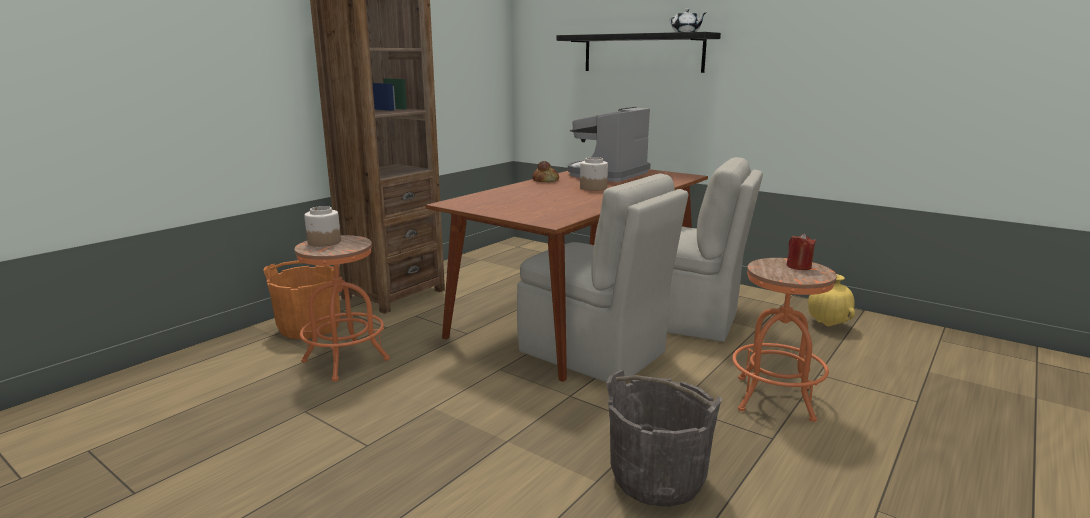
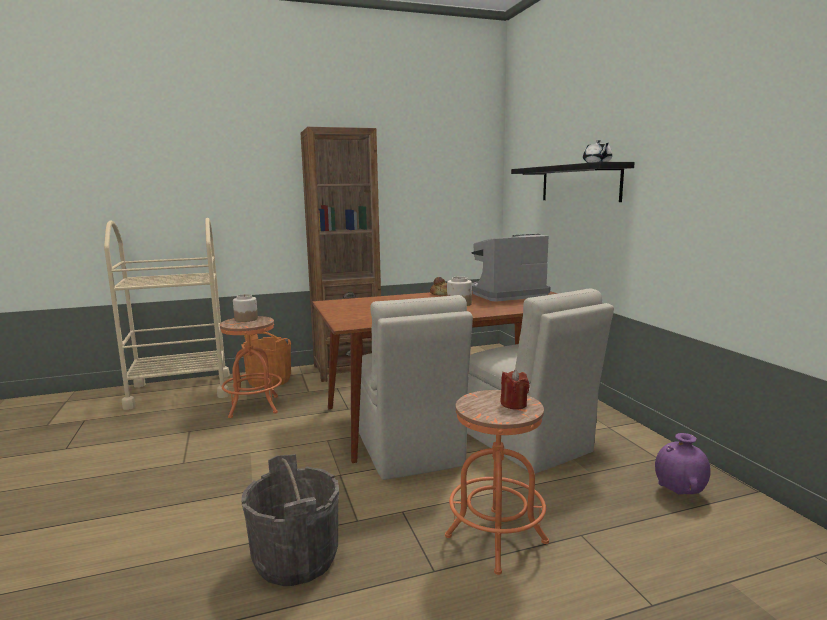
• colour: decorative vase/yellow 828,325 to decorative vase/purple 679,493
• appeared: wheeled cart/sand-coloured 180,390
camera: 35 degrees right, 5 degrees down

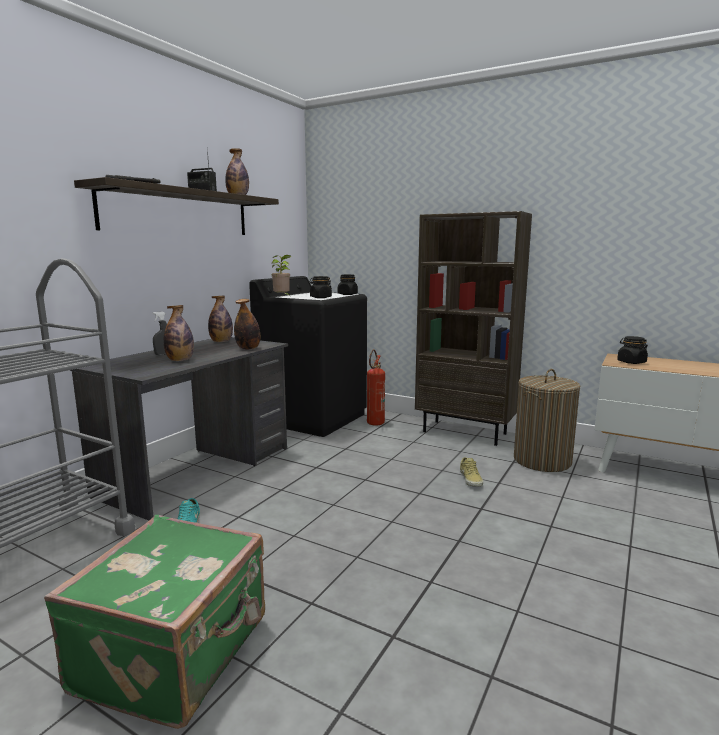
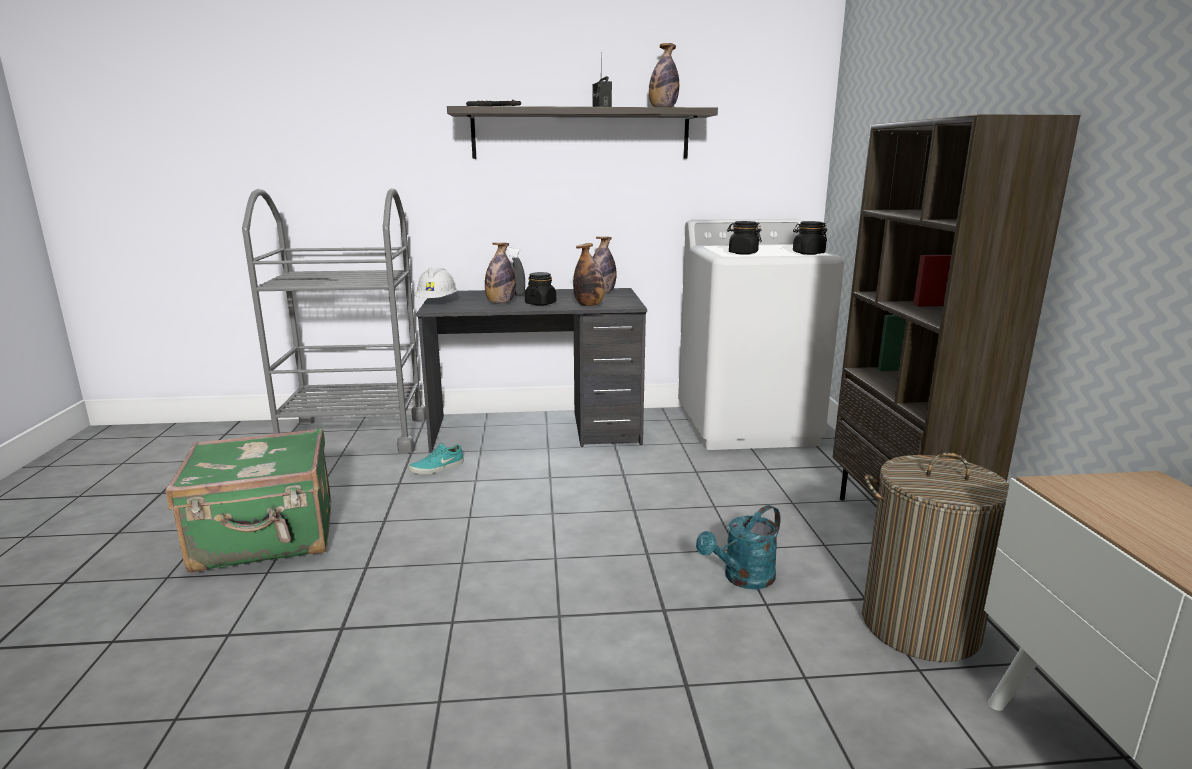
• colour: laundry appliance/black 313,418 to laundry appliance/white 747,425
• missing: potted plant 282,298
• missing: fire extinguisher 374,424
• exchanged: shoe/sand-coloured 471,479 to sprinkling can/blue-green 742,579
• relocated: storage jar/black 631,362 to 540,303
• appeared: safety helmet/white 437,302
camera: 55 degrees right, 5 degrees up

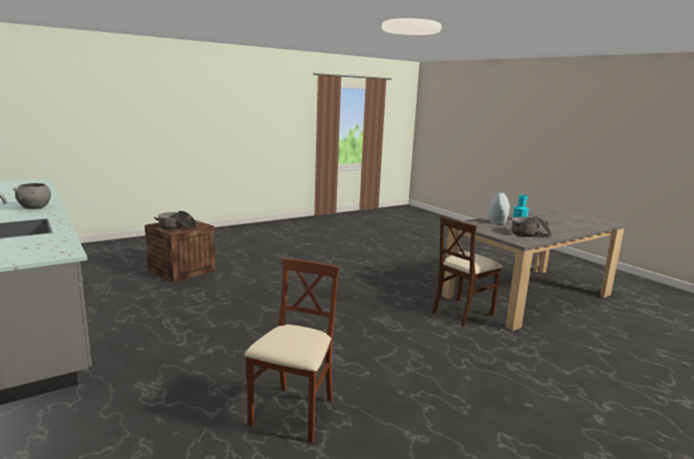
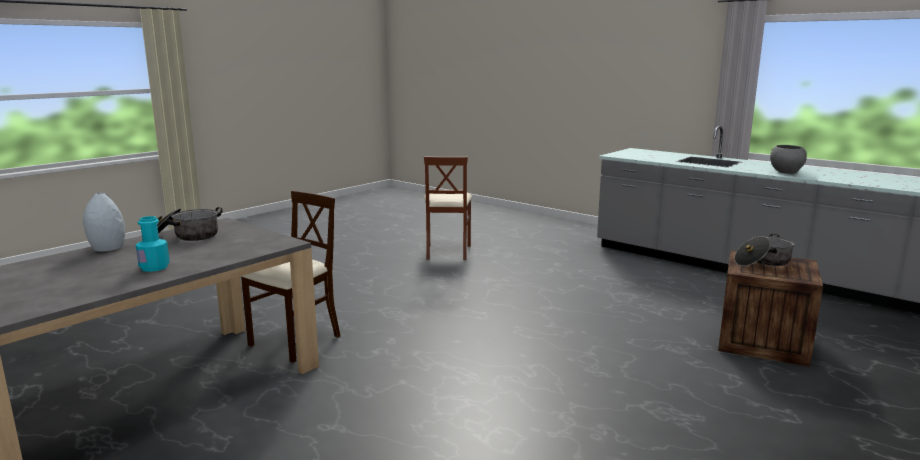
• relocated: decorative vase/gray 498,222 to 107,248
camera: 165 degrees right, 0 degrees up

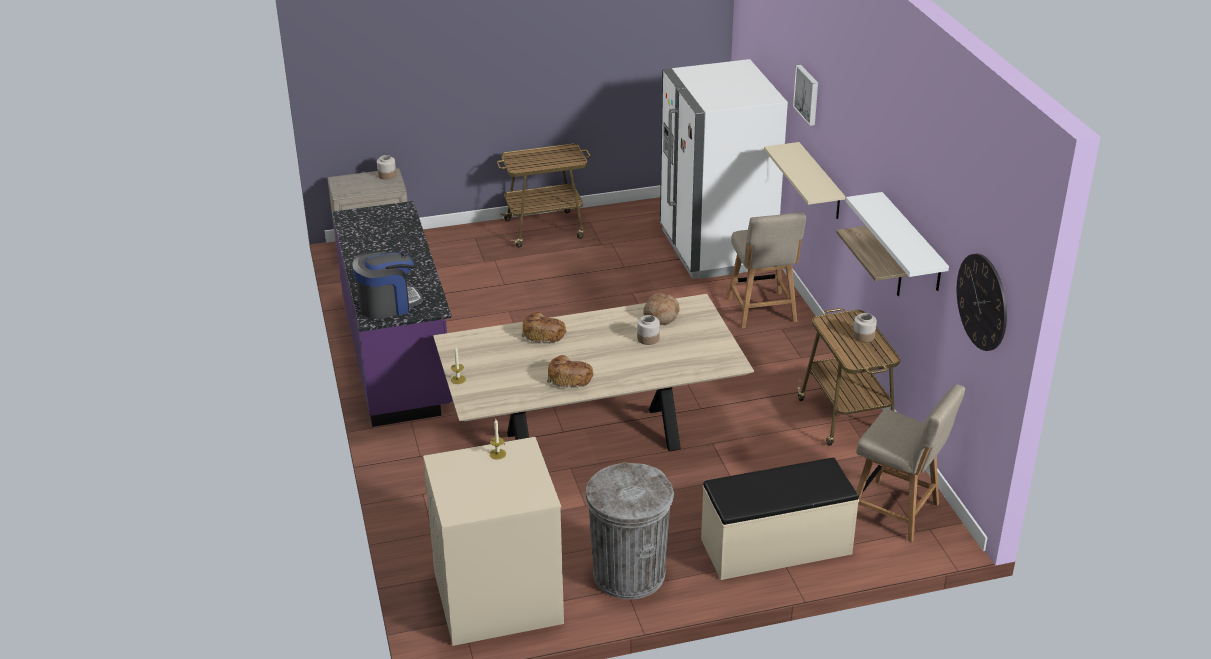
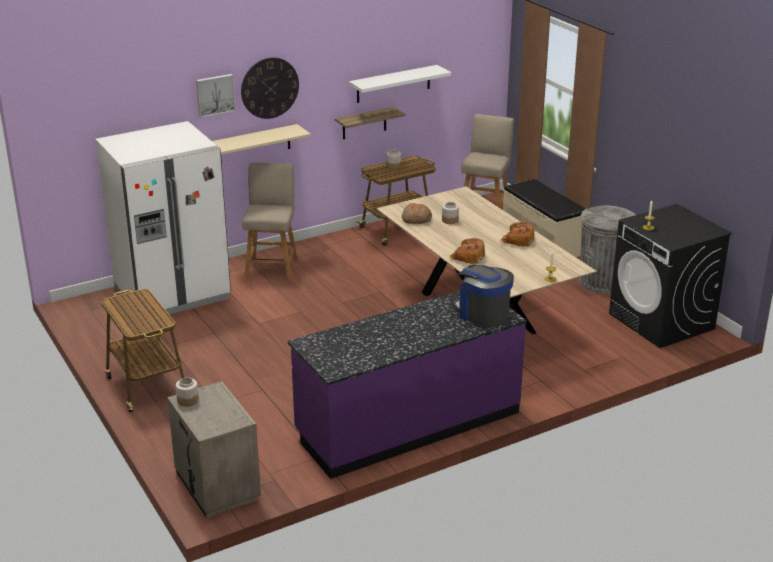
• colour: laundry appliance/sand-coloured 497,598 to laundry appliance/black 661,321
• spun: upright chair/sand-coloured 762,312 = 272,267 60 degrees counterclockwise
• relocated: hanging clock 982,302 to 269,88
camera: 105 degrees left, 5 degrees down

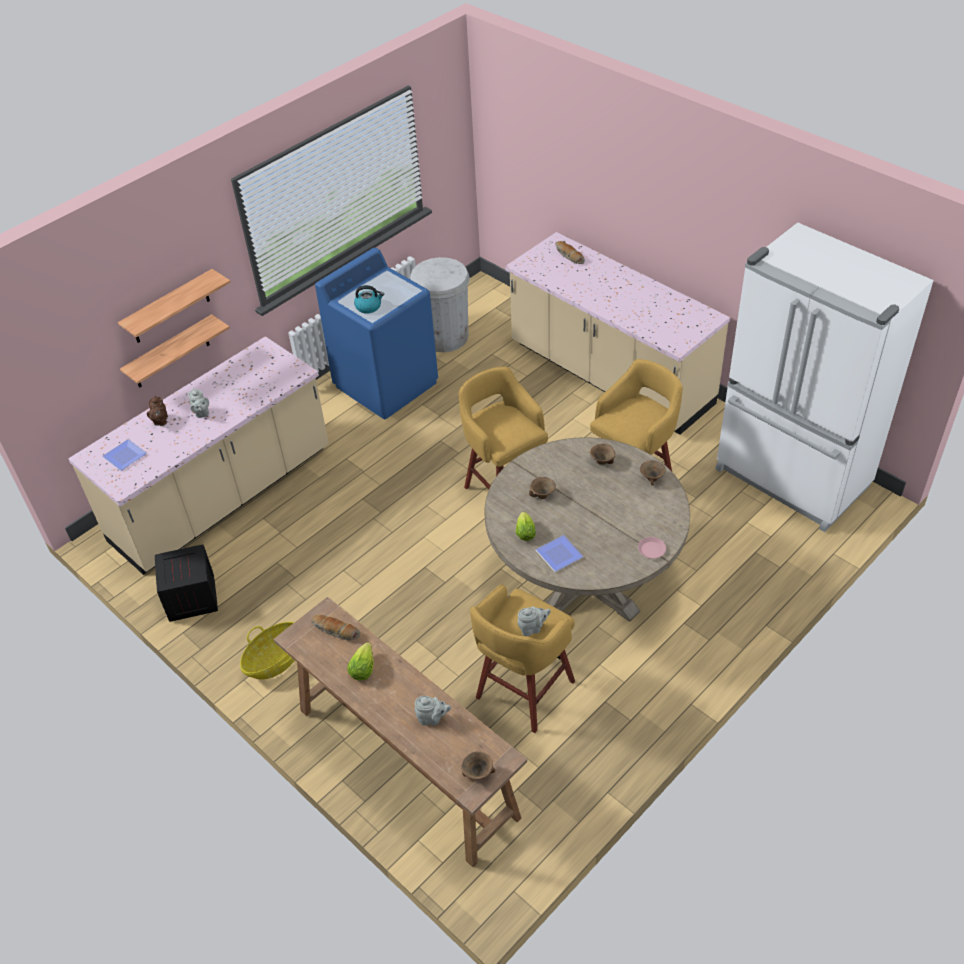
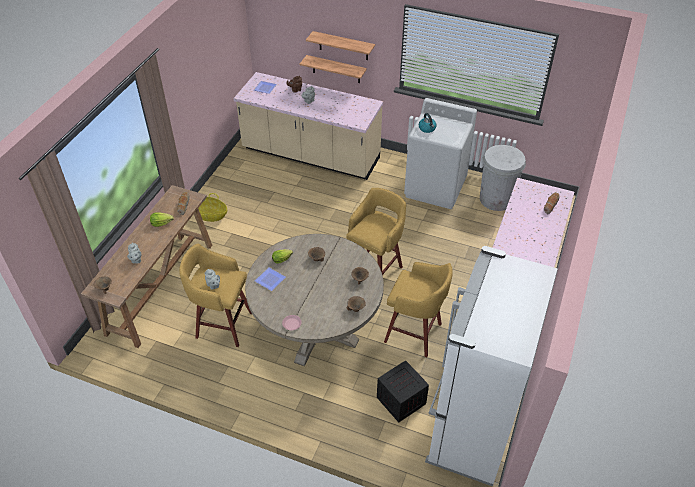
• relocated: crate 191,597 to 401,400
• colour: laundry appliance/bluish 386,384 to laundry appliance/white 435,187
camera: 65 degrees right, 0 degrees up

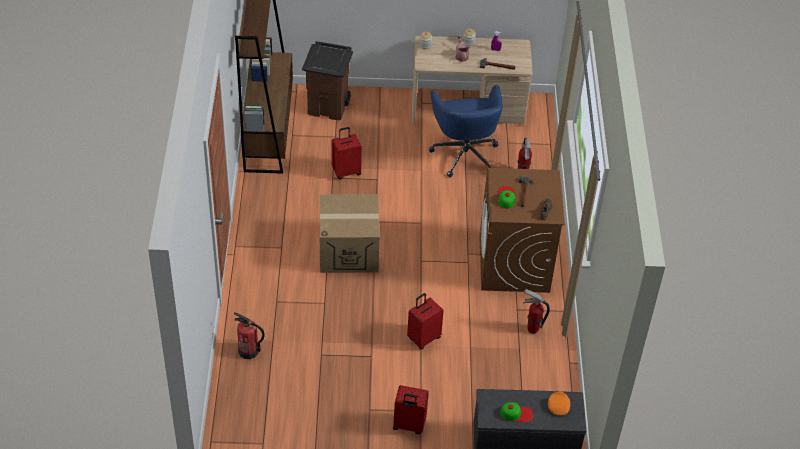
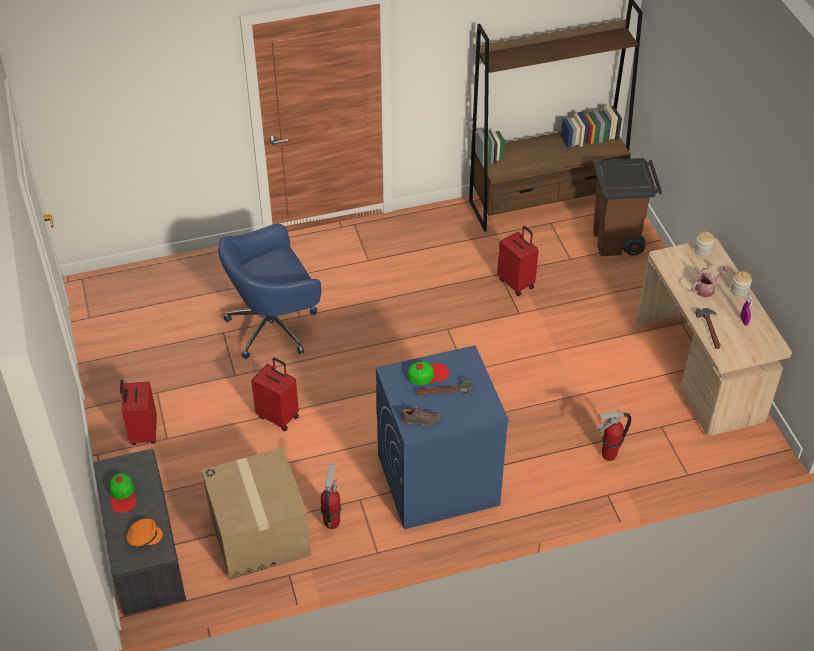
• missing: fire extinguisher 249,351
• relocated: carton 349,250 to 260,534
• relocated: office chair/bluish 464,153 to 275,326
• colour: laundry appliance/brownish 514,264 to laundry appliance/bluish 437,480
camera: 75 degrees right, 0 degrees up

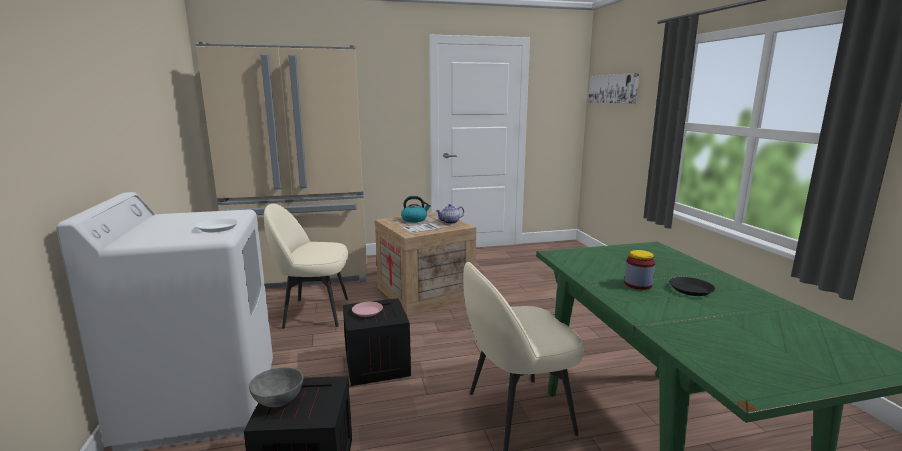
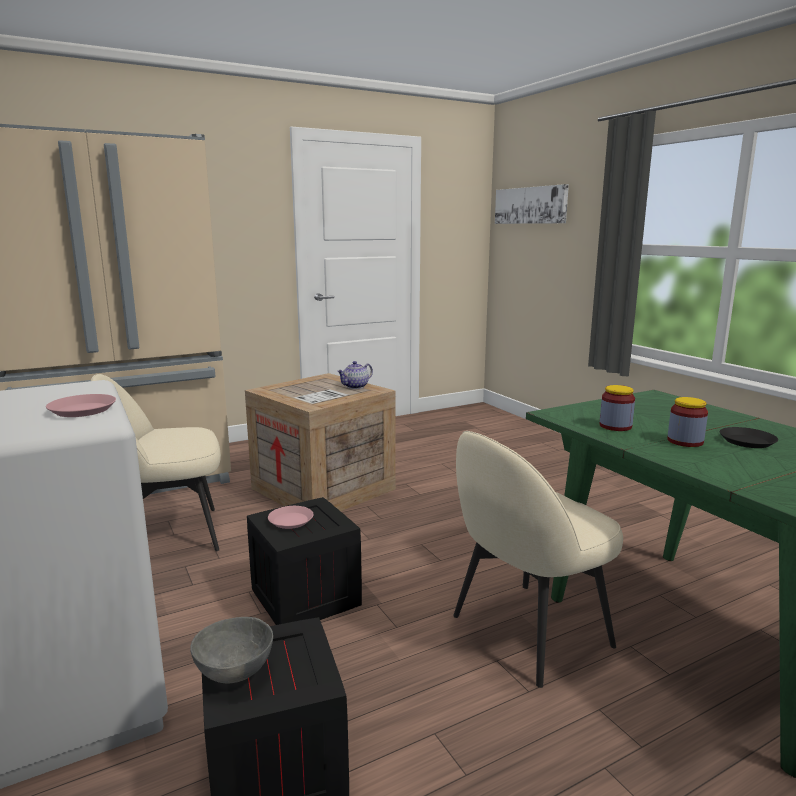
• colour: dinner plate/white 218,228 to dinner plate/pink-coloured 83,410
• missing: tea kettle 414,219
• appeared: storage jar 615,426
camera: 15 degrees left, 0 degrees up

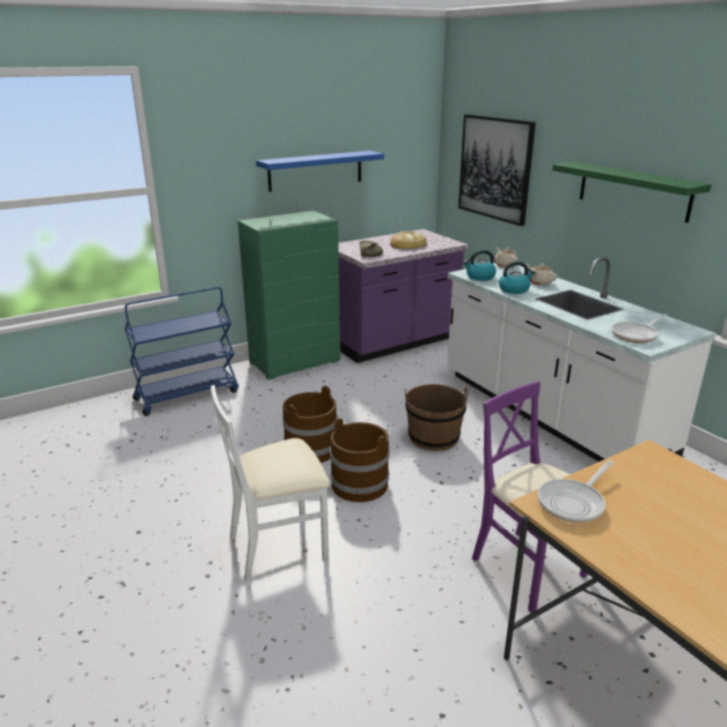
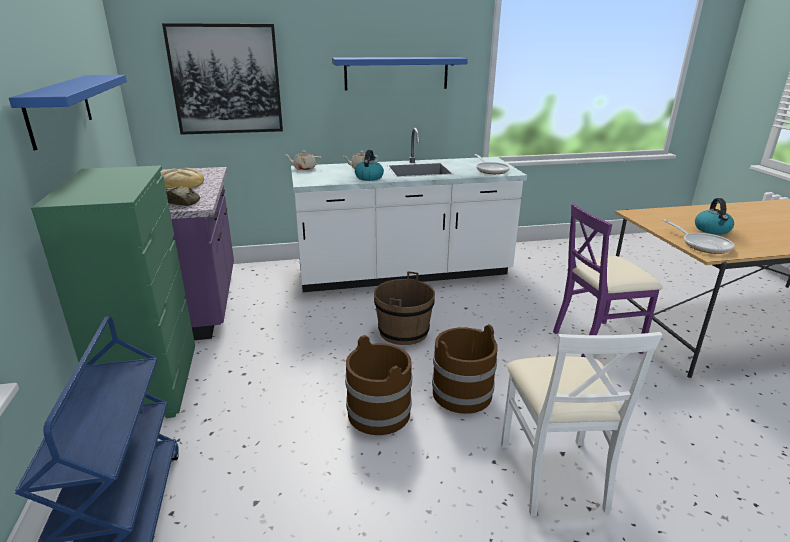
• relocated: tea kettle 480,277 to 712,230
• colour: wall shelf/greenish 633,191 to wall shelf/bluish 396,73
camera: 70 degrees left, 0 degrees up

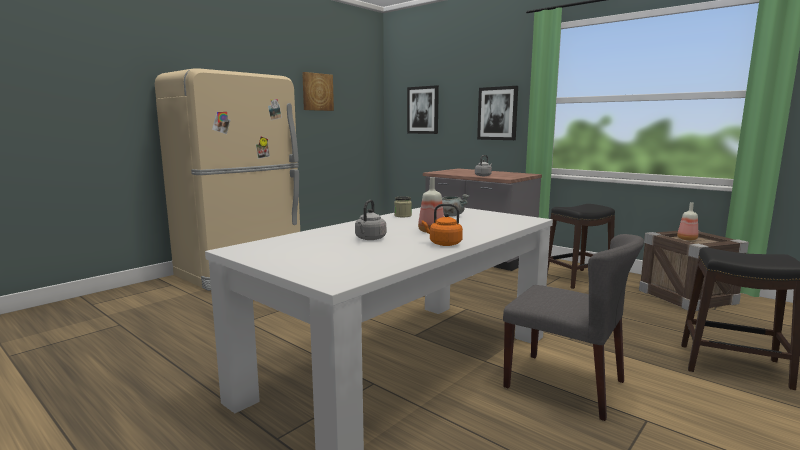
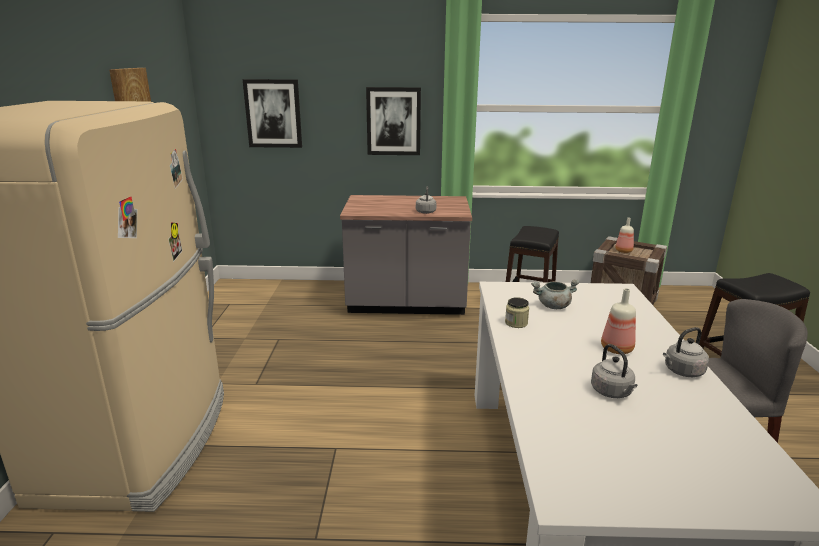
• colour: tea kettle/orange-coloured 443,244 to tea kettle/gray 682,371
camera: 40 degrees left, 10 degrees up

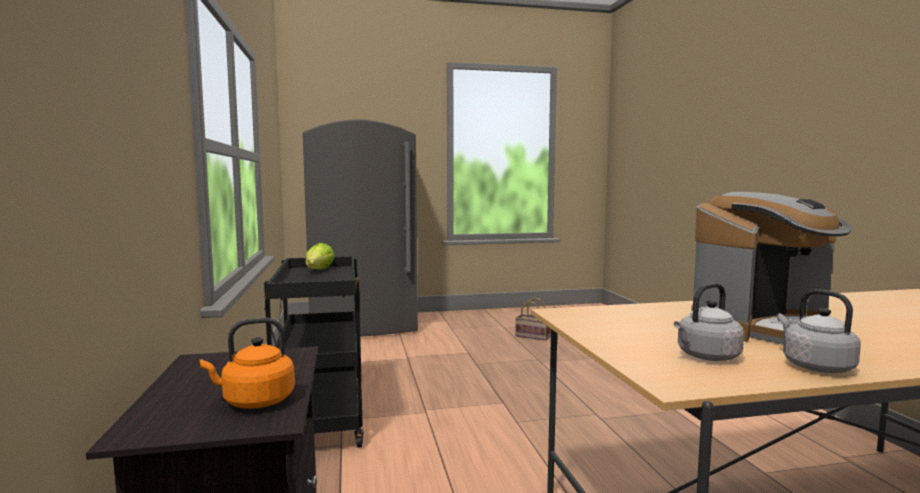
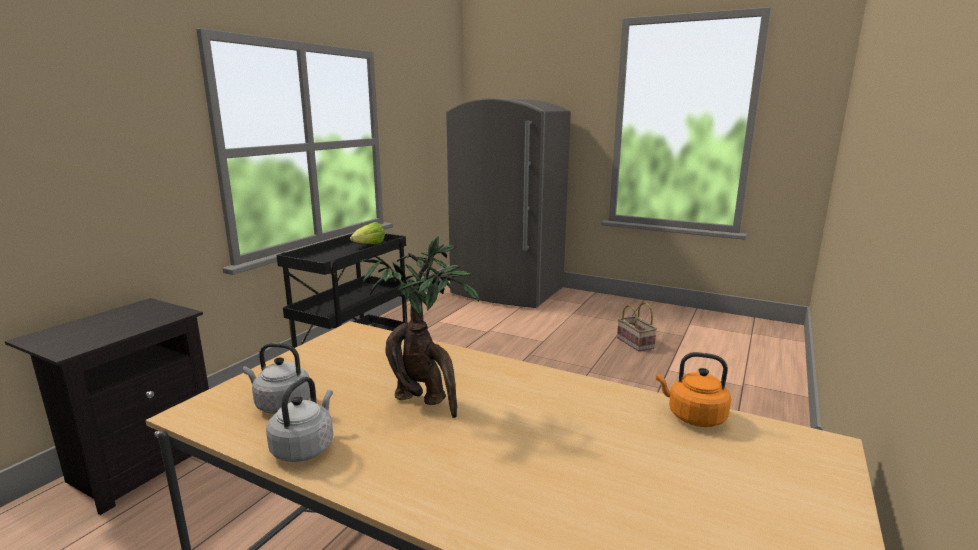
• relocated: tea kettle/orange-coloured 255,401 to 693,416
• exchanged: coffee brewer 761,327 to potted plant 425,401
camera: 40 degrees right, 10 degrees up

